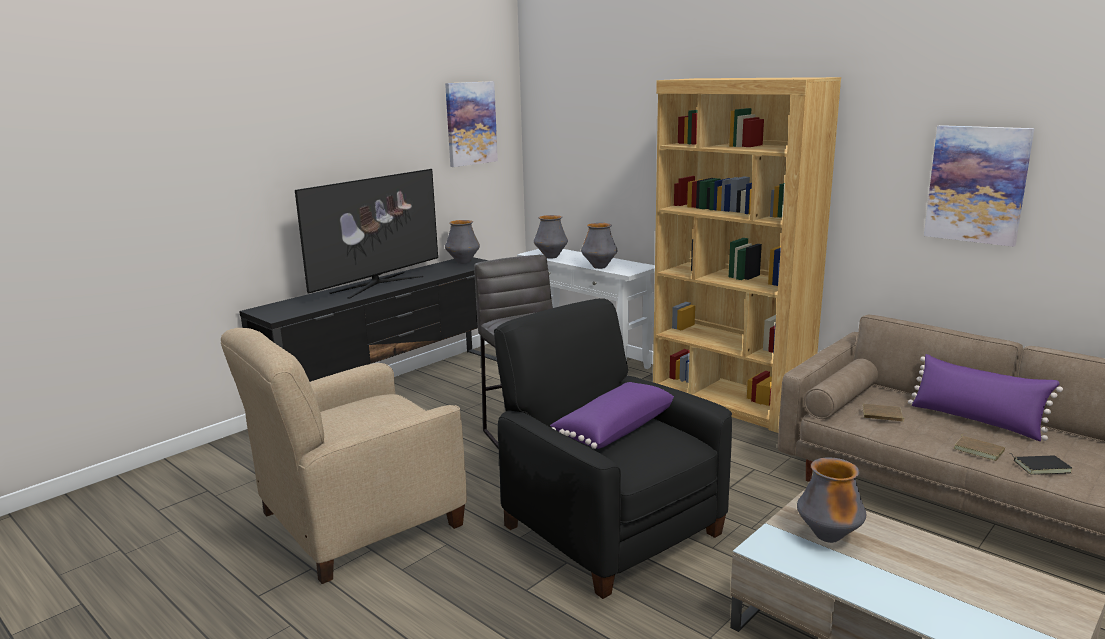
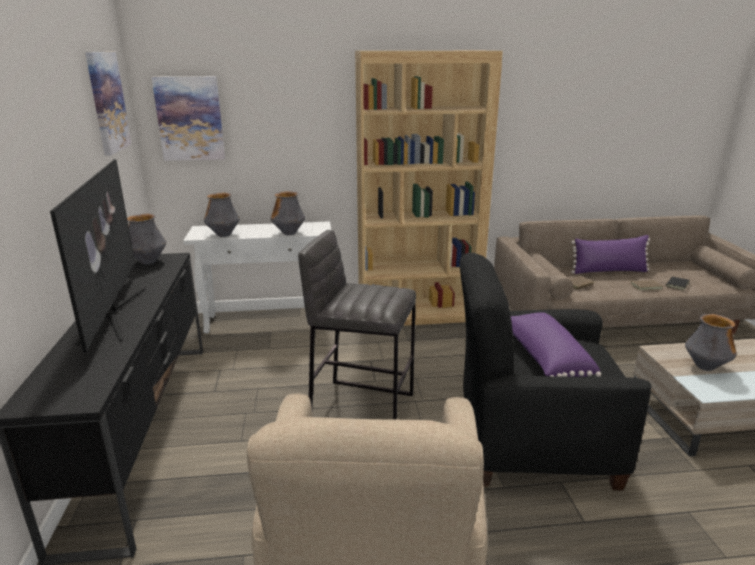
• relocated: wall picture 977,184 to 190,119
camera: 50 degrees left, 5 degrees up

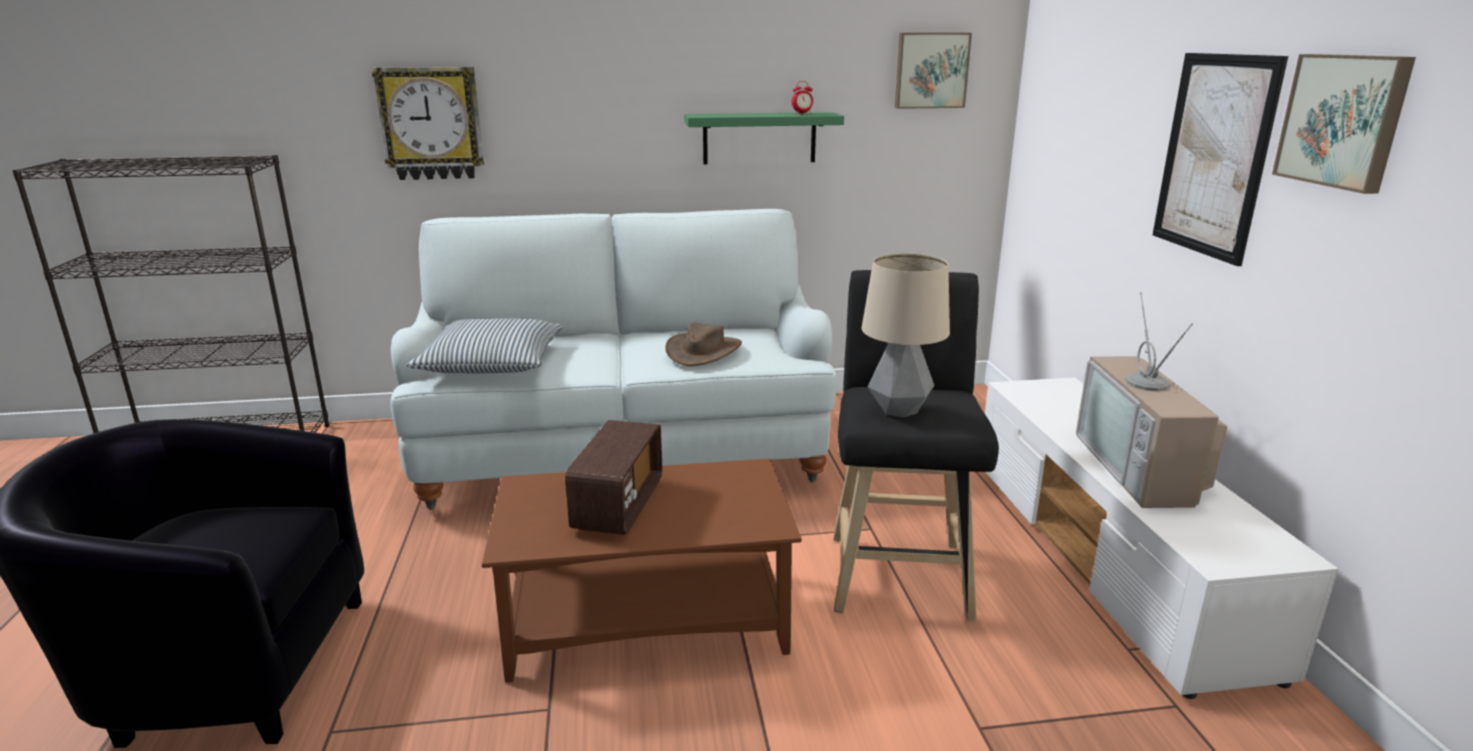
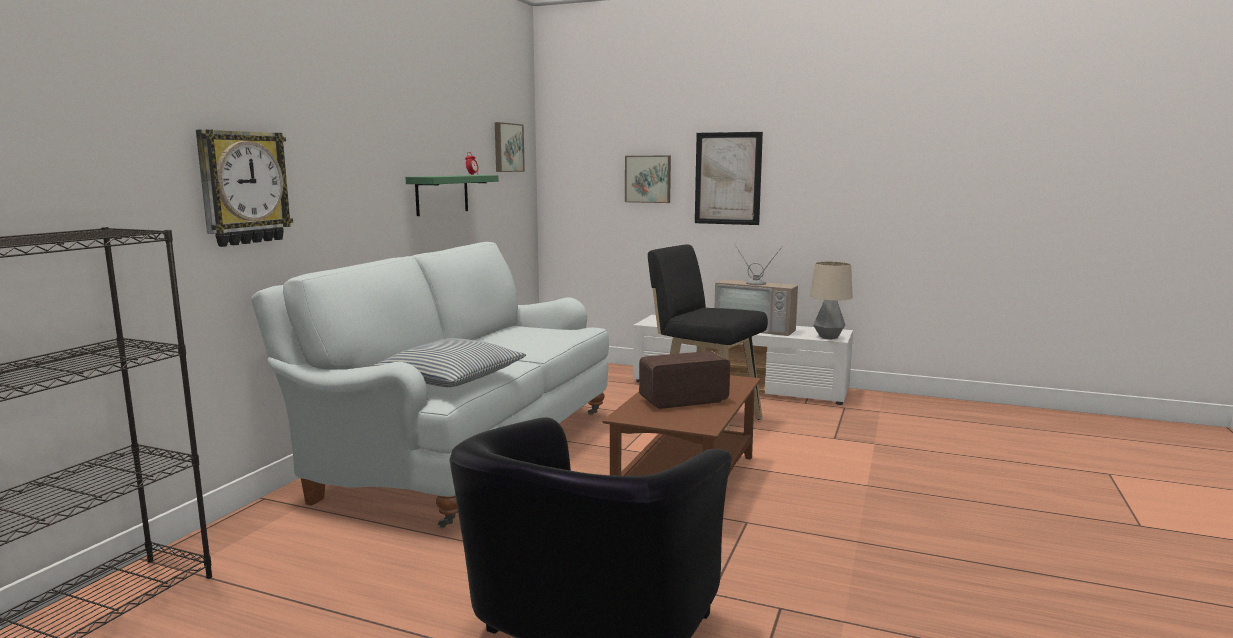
• spun: radio receiver 618,506 = 683,401 60 degrees counterclockwise
• missing: clothing hat/brownish 703,351
• relocated: lamp for a table 899,410 to 828,337
• relocated: wall picture 1344,121 to 648,179
camera: 60 degrees left, 10 degrees down

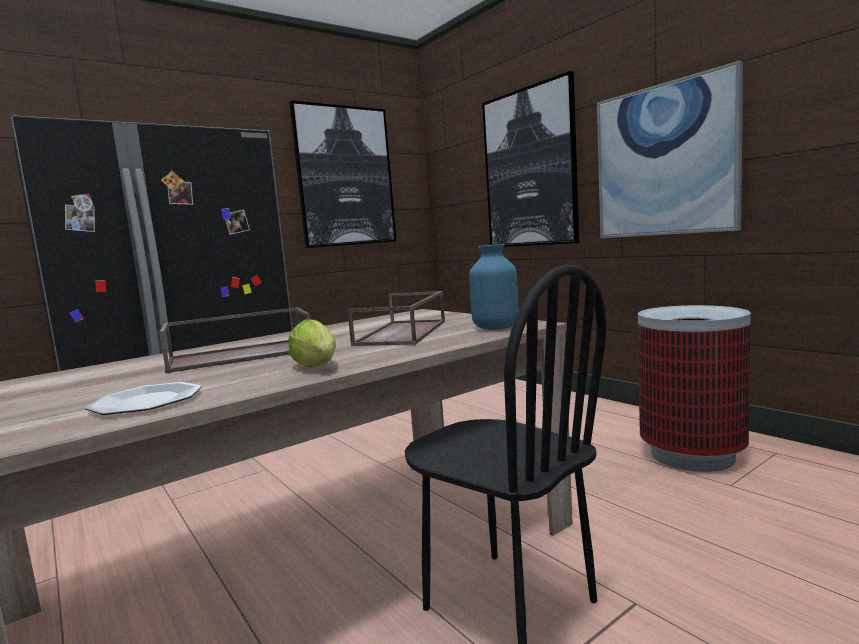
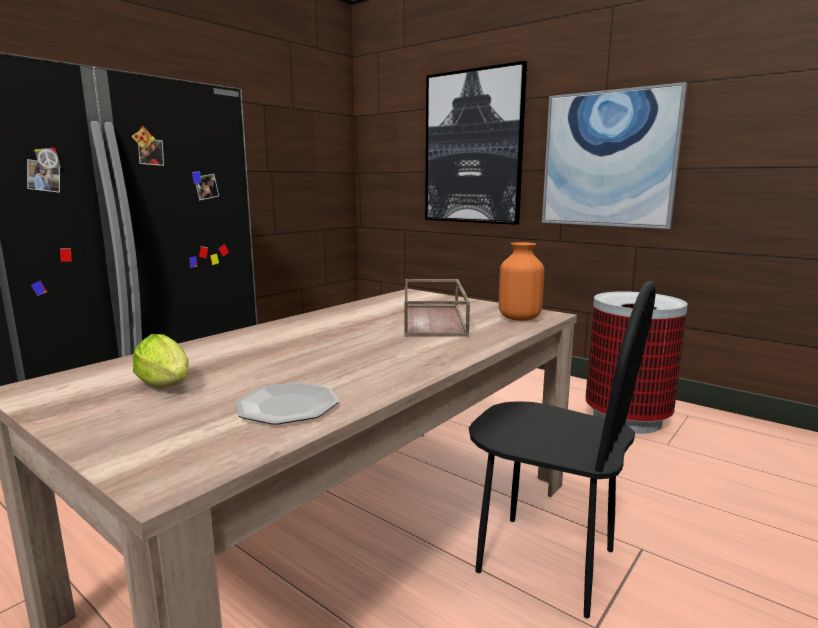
• missing: serving tray/brownish 242,354
• relocated: lettuce 318,368 to 167,387
• missing: wall picture 345,176
• colour: decorative vase/bluish 496,328 to decorative vase/orange-coloured 519,318
camera: 15 degrees left, 5 degrees up

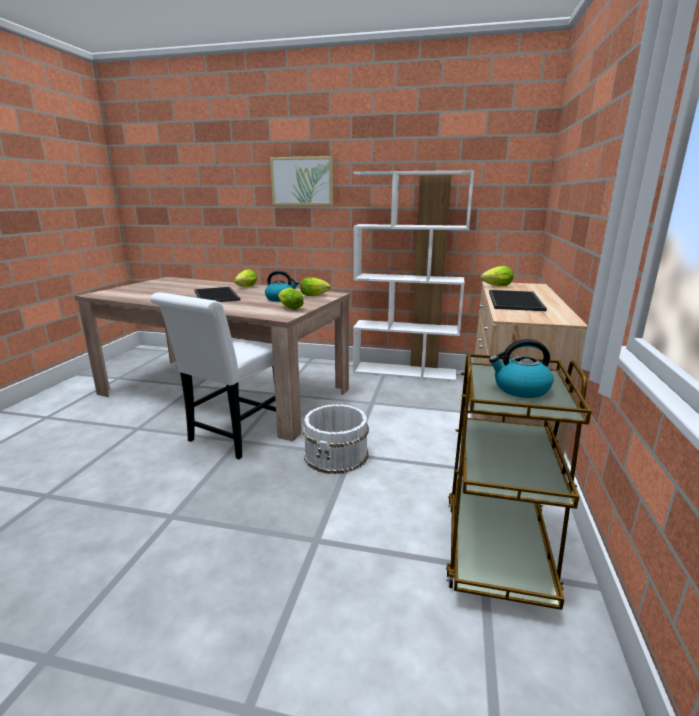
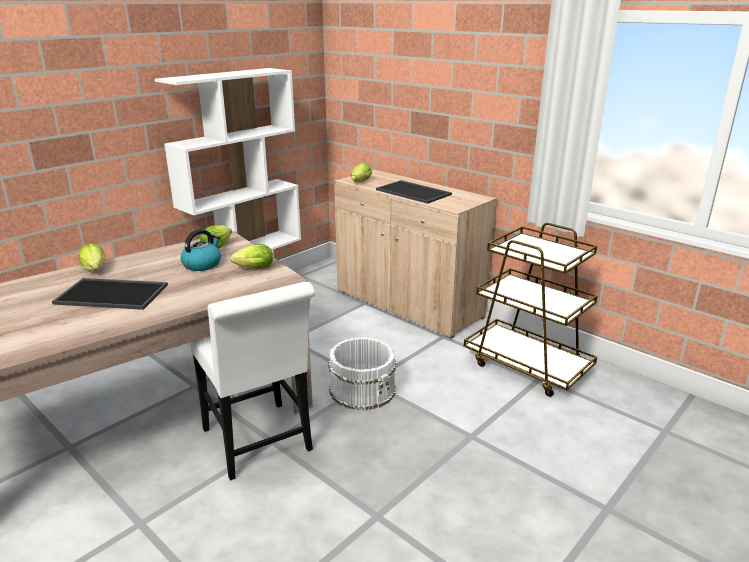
• missing: wall picture 302,181
• missing: tea kettle 520,389
camera: 60 degrees left, 5 degrees up

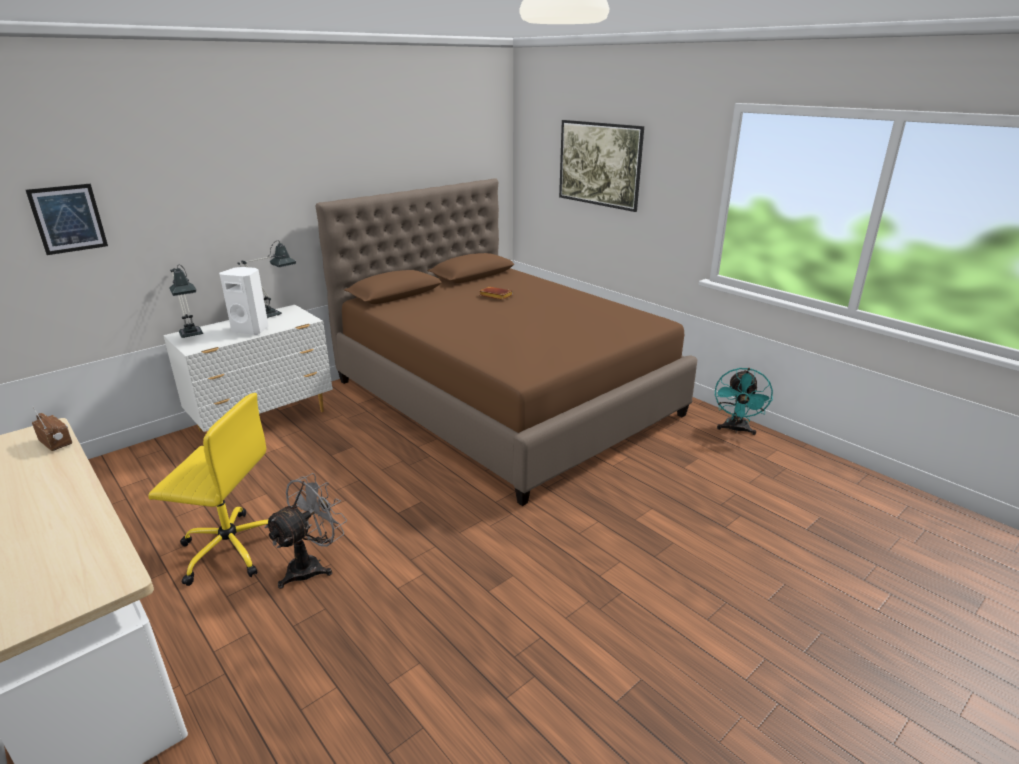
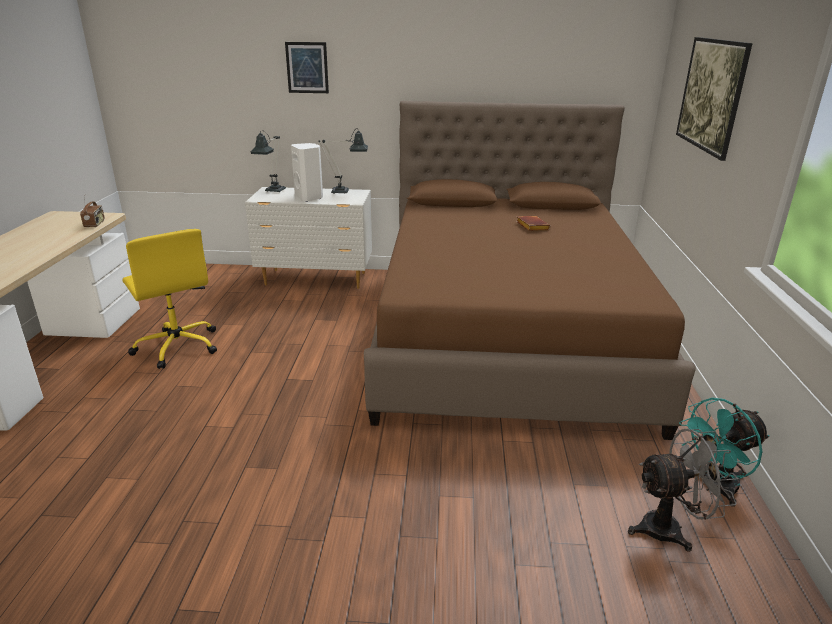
• relocated: wall picture 68,219 to 307,67
• relocated: cooling fan/gray 312,566 to 670,529
camera: 45 degrees right, 0 degrees up

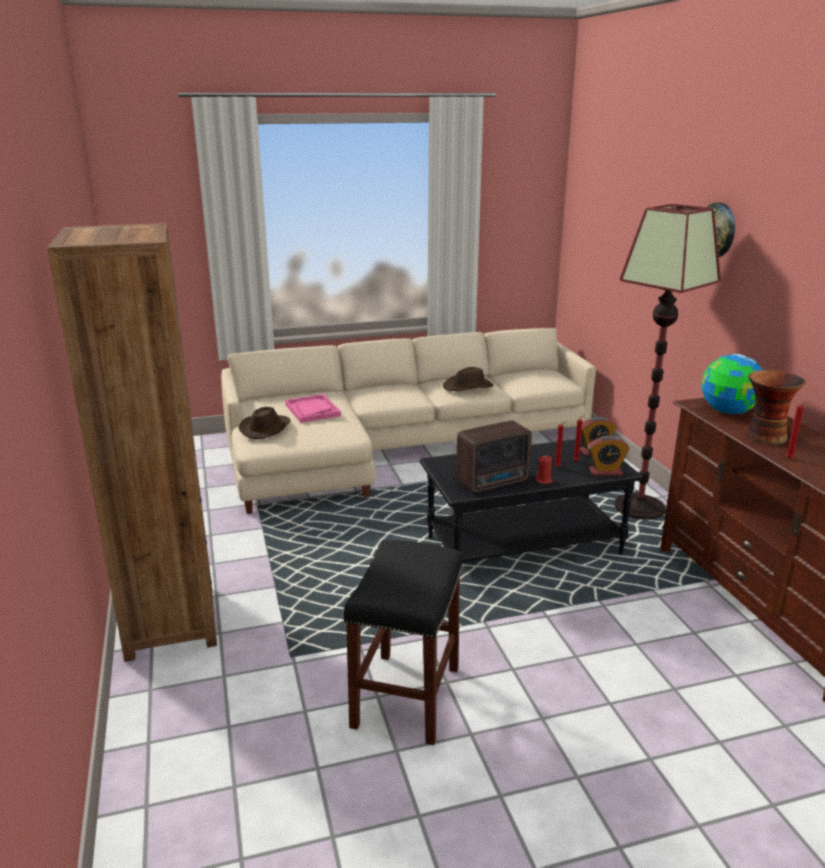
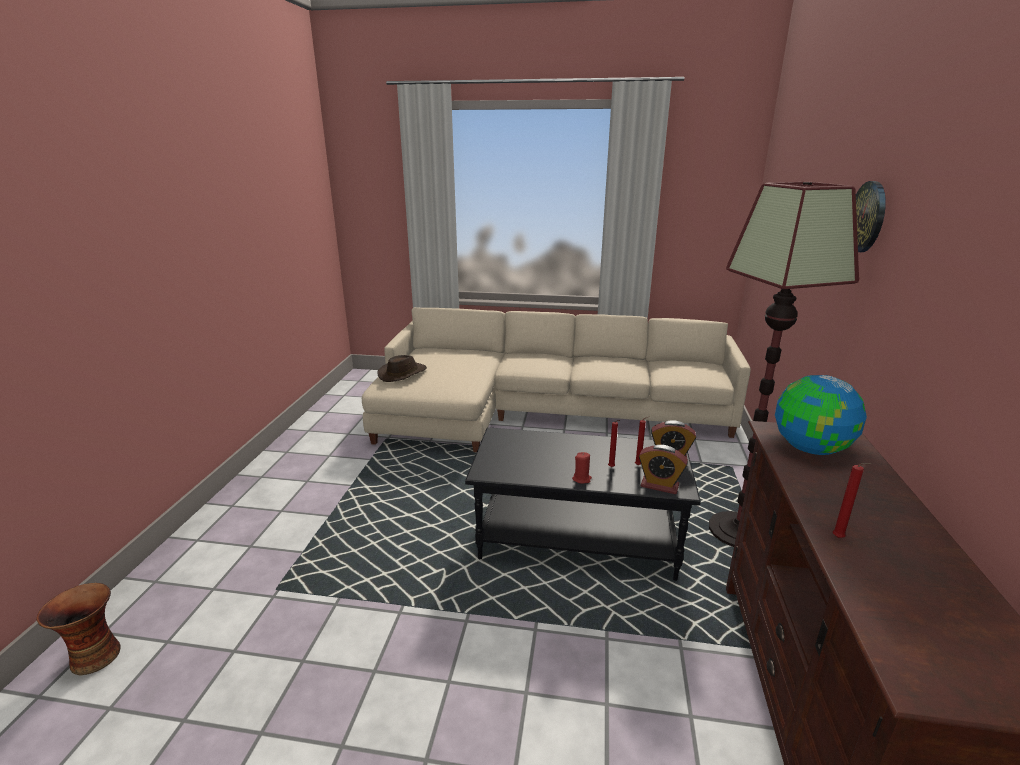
• missing: bookcase/brownish 170,622
• missing: serving tray/pink-coloured 312,410
• missing: sitting stool/black 406,695
• missing: clothing hat/brownish 468,386
• missing: radio receiver 494,482
• relocated: decorative vase 764,437 to 95,656
camera: 25 degrees right, 0 degrees up

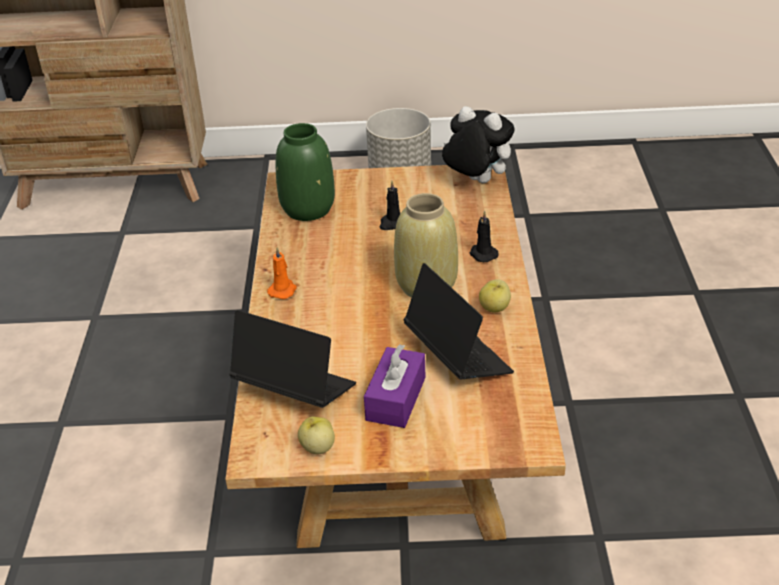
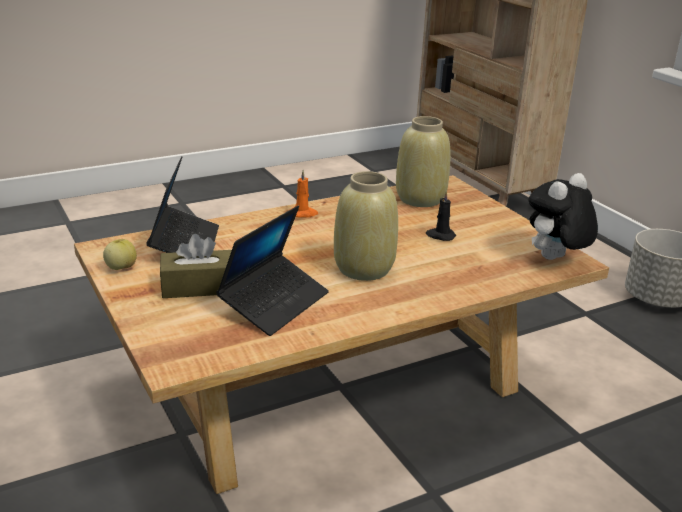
• colour: decorative vase/greenish 308,209 to decorative vase/sand-coloured 419,199
• colour: tissue holder/purple 396,398 to tissue holder/brownish 198,287
• spun: plush toy 475,181 = 555,260 135 degrees counterclockwise
• missing: wax candle/black 482,254
• missing: apple fruit 495,308
camera: 60 degrees right, 10 degrees down

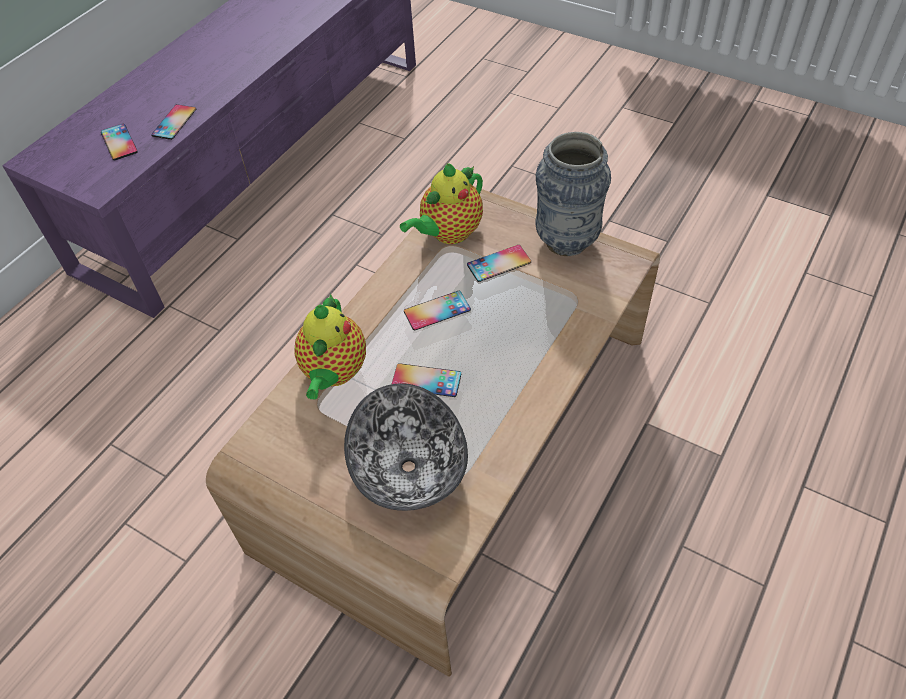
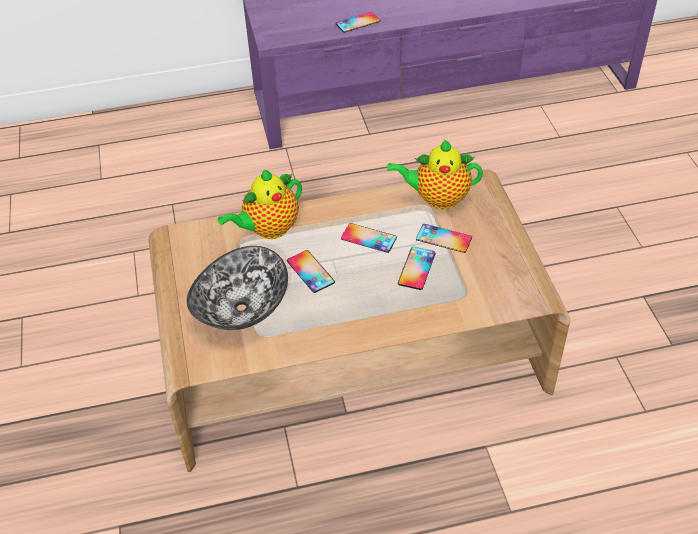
• relocated: telephone 119,142 to 416,268
• missing: decorative vase 567,241
camera: 45 degrees right, 5 degrees down

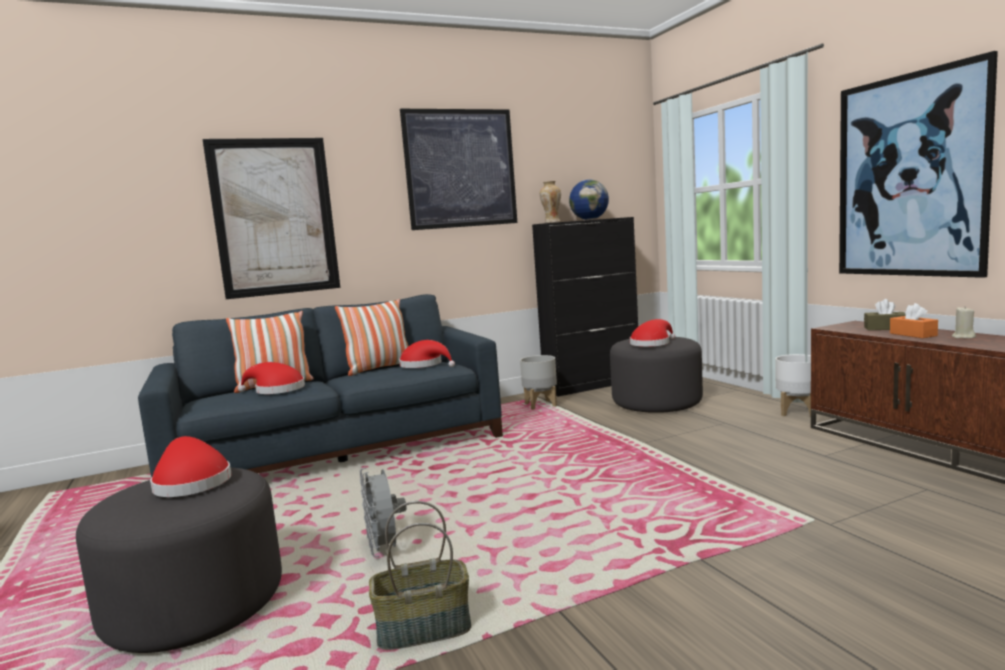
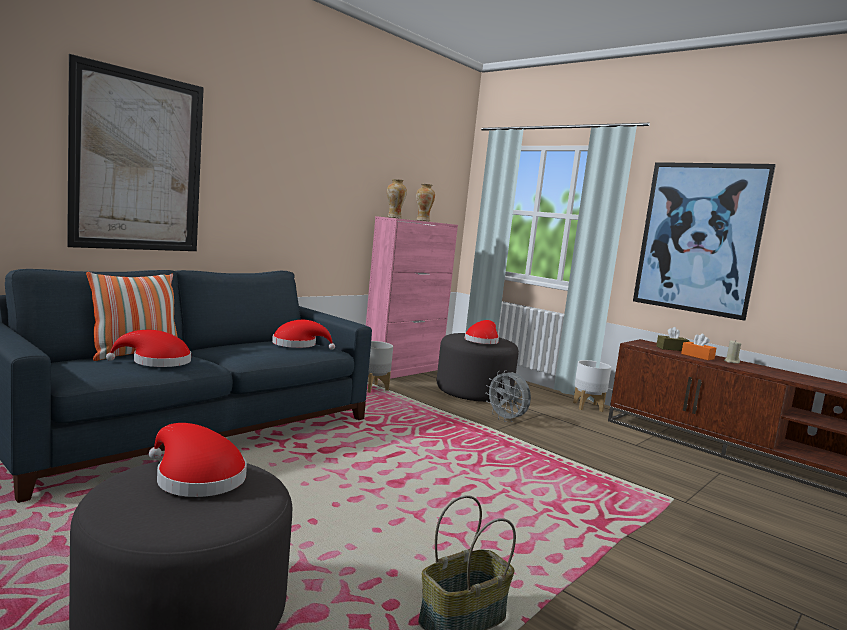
• missing: throw pillow 379,368
• relocated: cooling fan/gray 385,549 to 506,419
• missing: wall picture 460,168
• colour: storage cabinet/black 593,385 to storage cabinet/pink-coloured 403,371
• exchanged: desk globe 589,219 to decorative vase 423,220
camera: 25 degrees left, 0 degrees up

